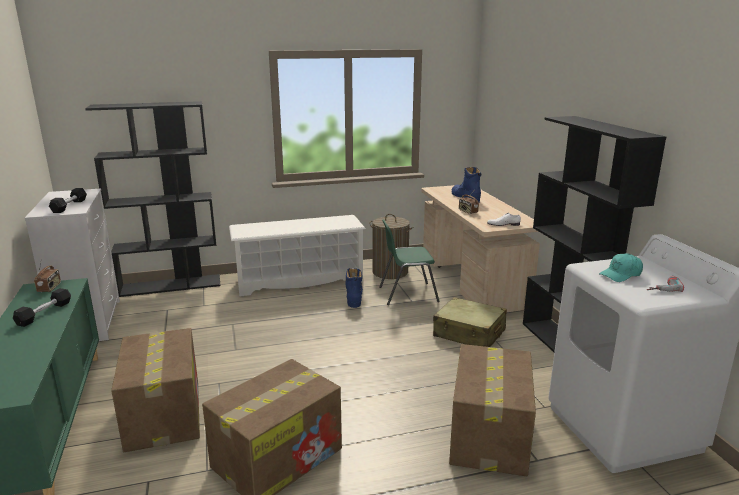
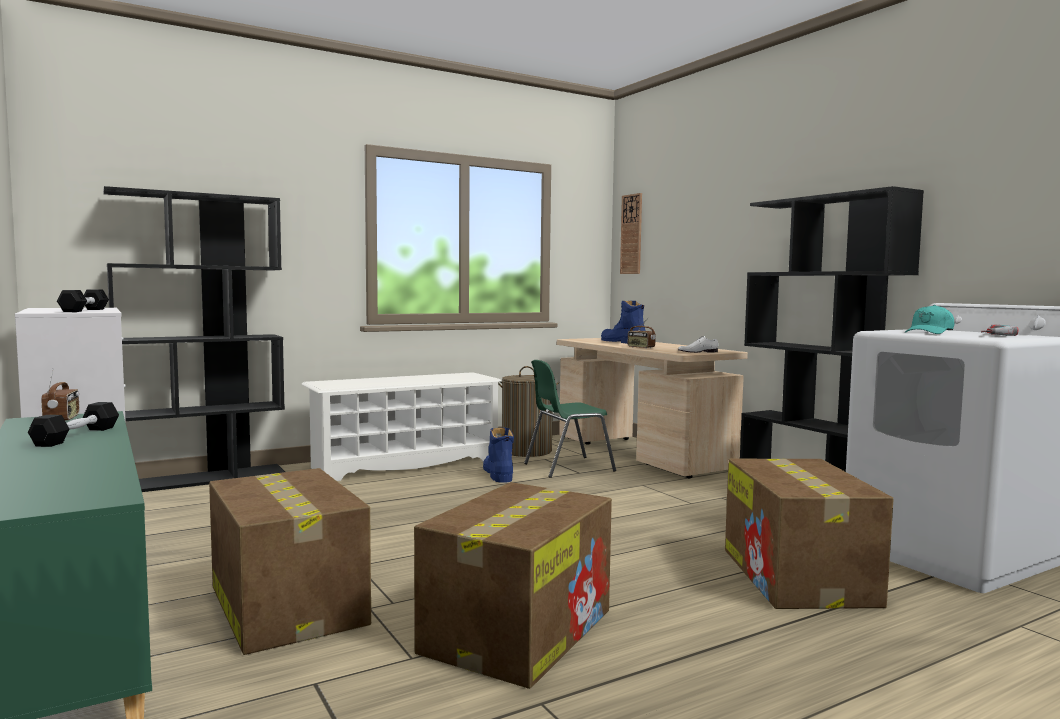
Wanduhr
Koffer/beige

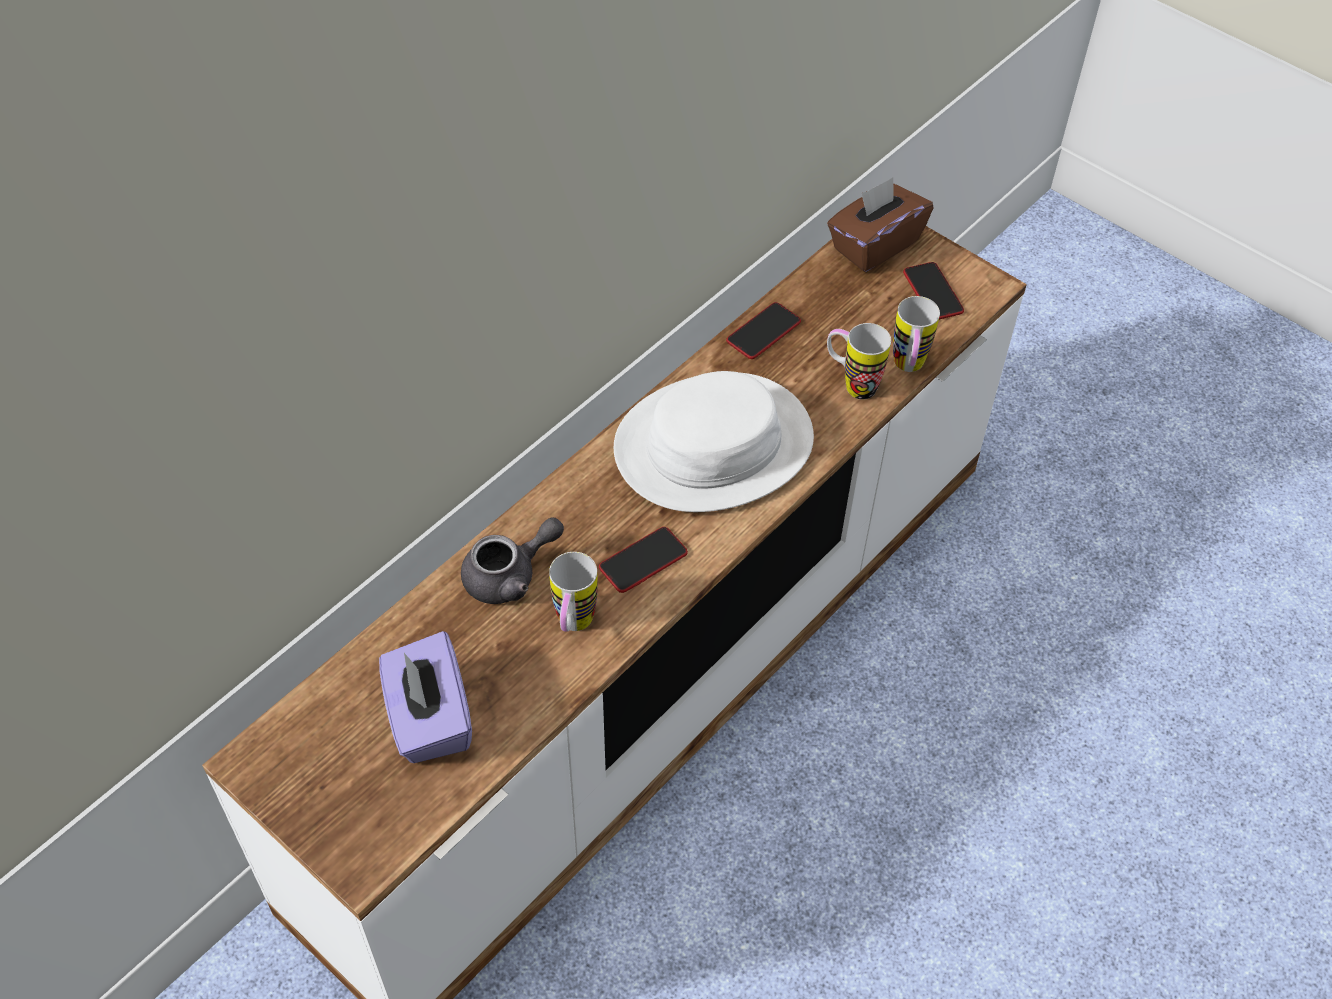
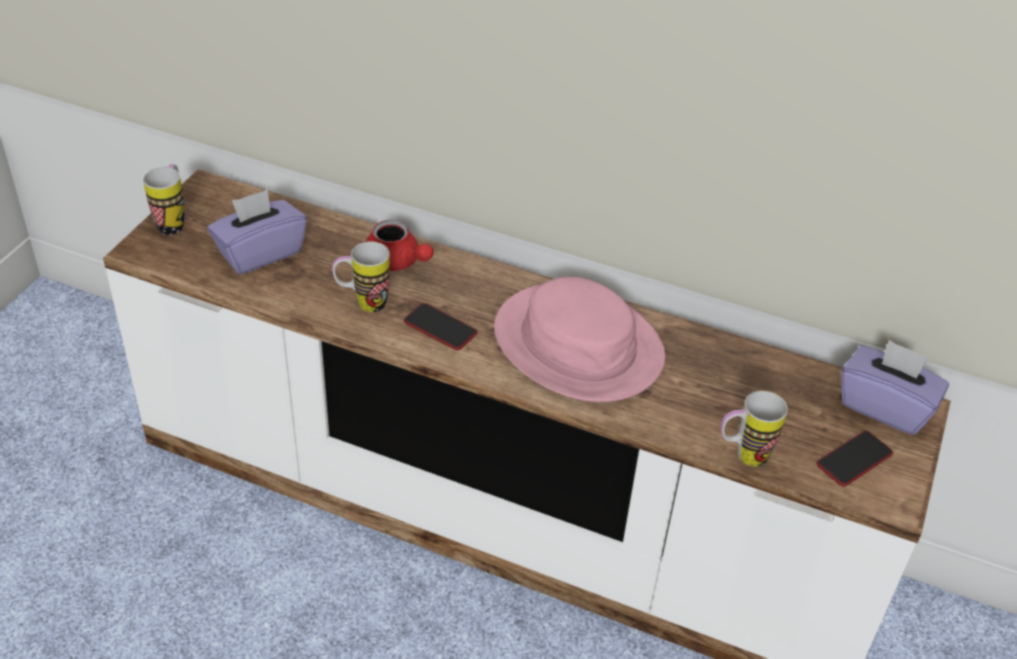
Henkelbecher (1st from left)
Teekanne/rot
Hut/rosa
Taschentuchbox/lila (2nd from left)
Handy (2nd from left in the first image)

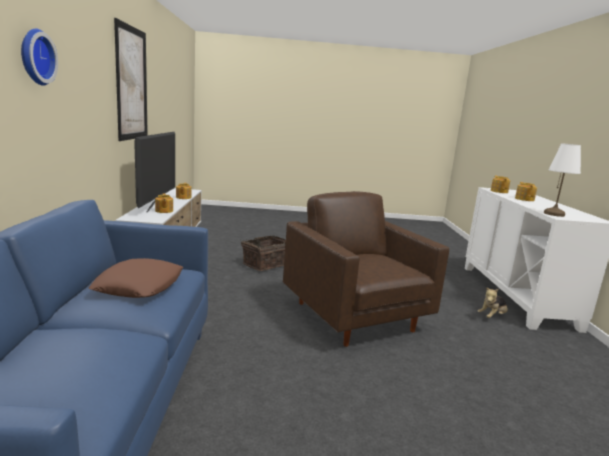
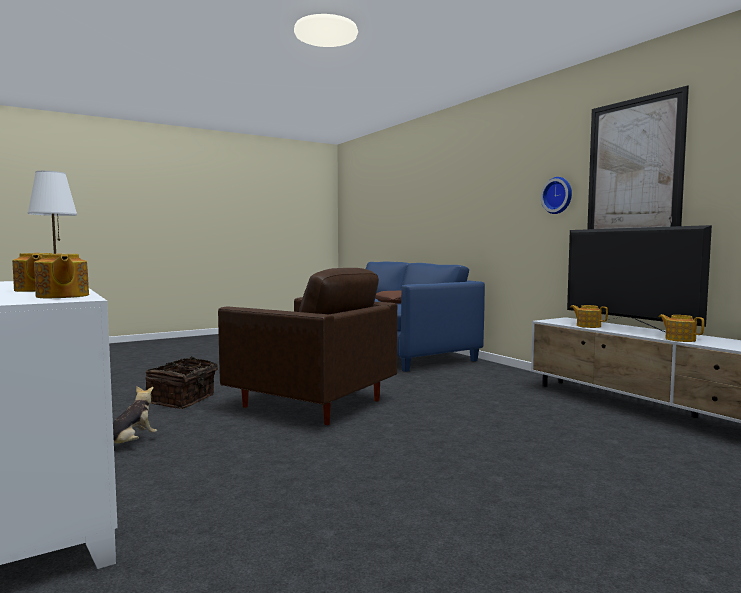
Korb
Wanduhr

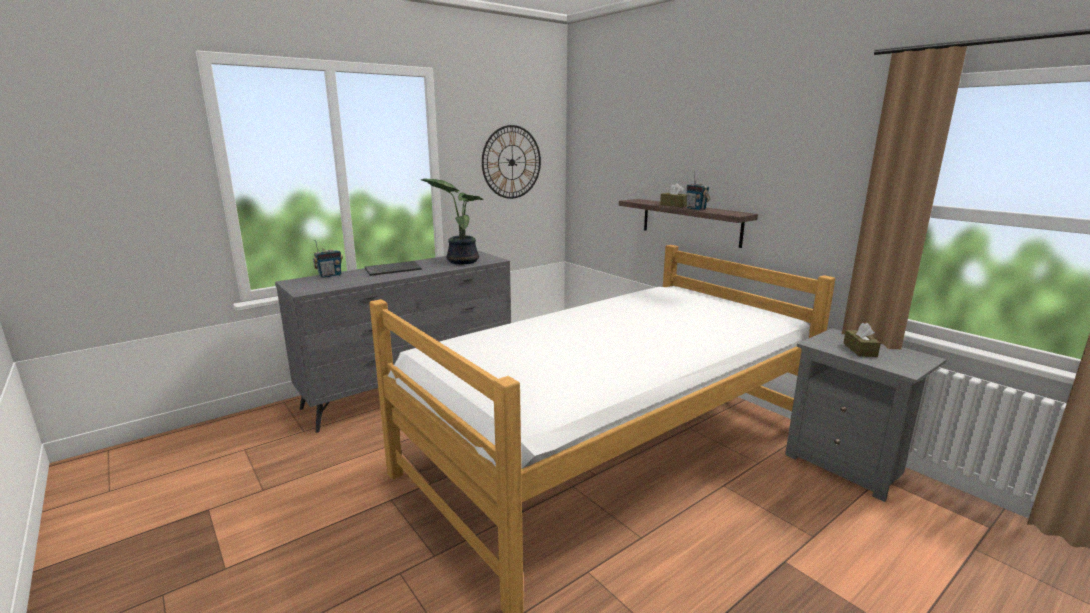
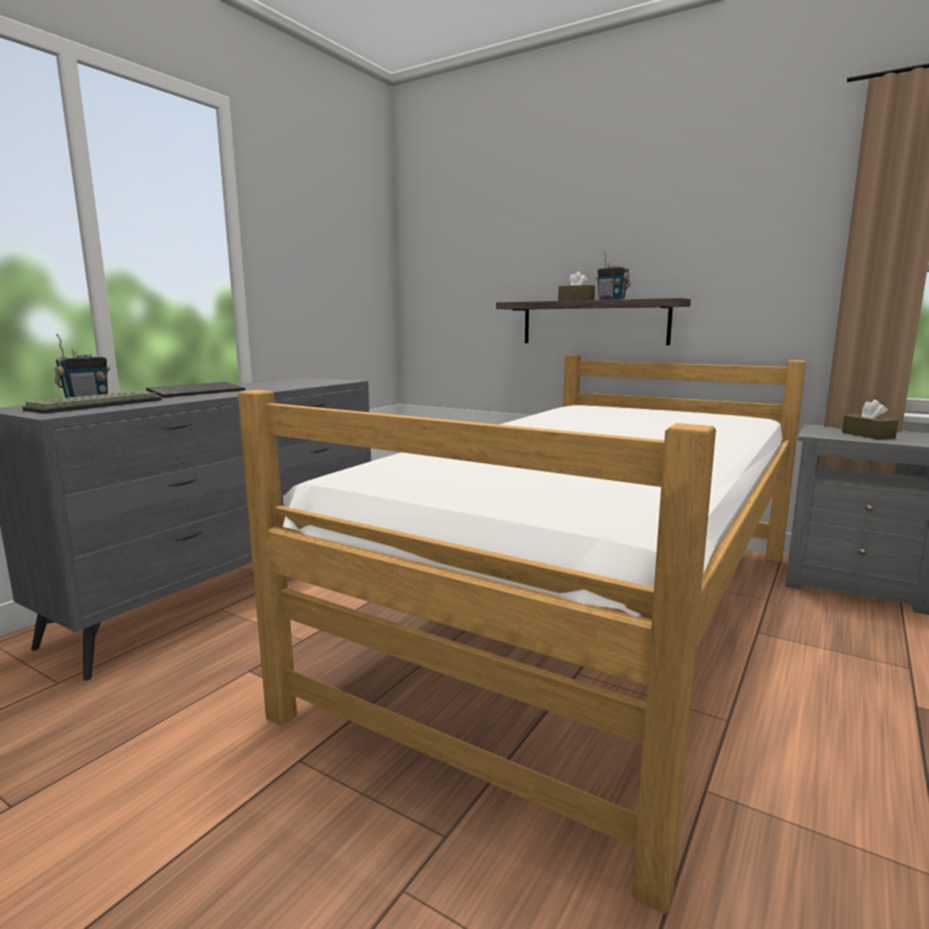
Tastatur (1st from left)
Topfpflanze
Wanduhr

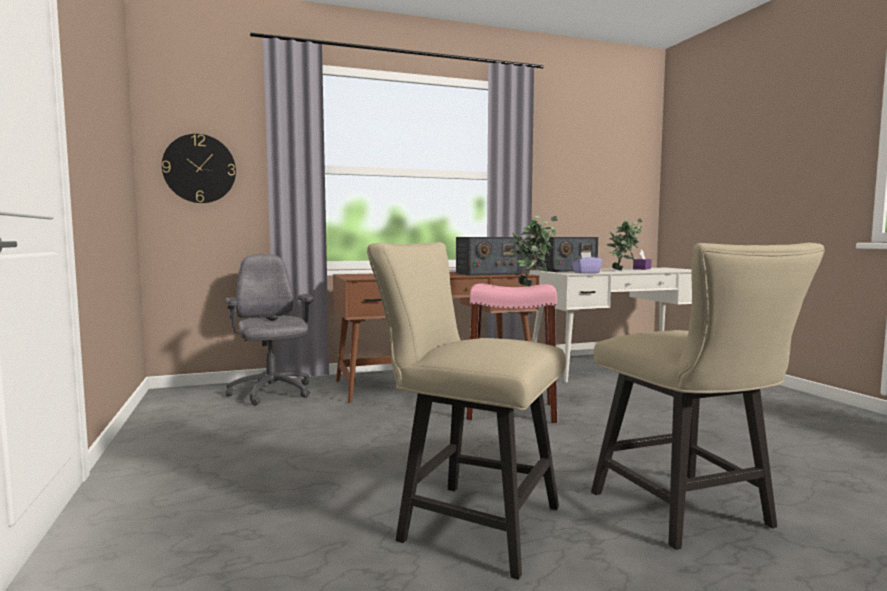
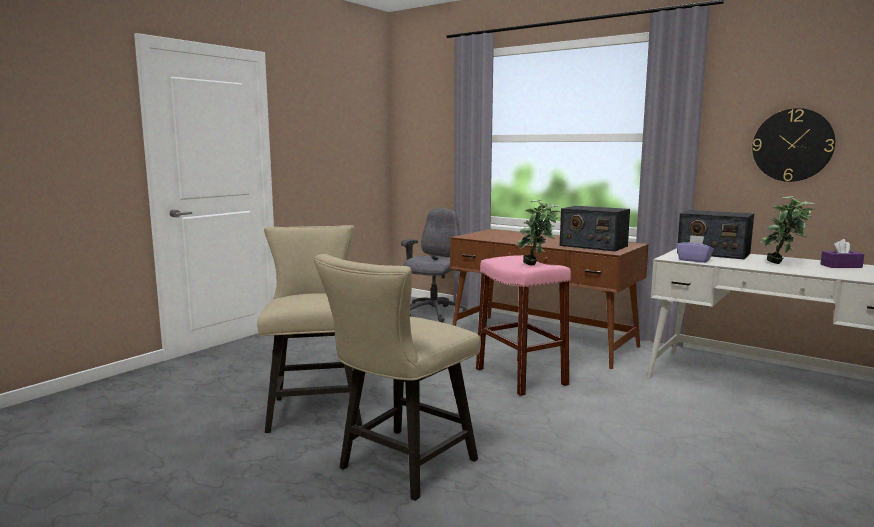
Wanduhr

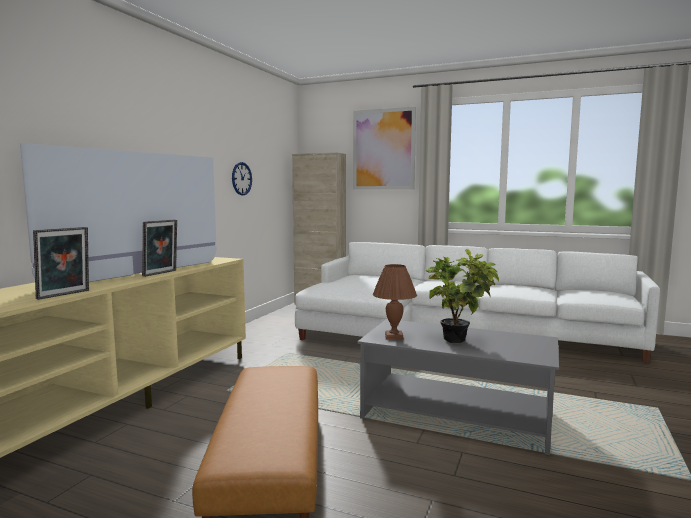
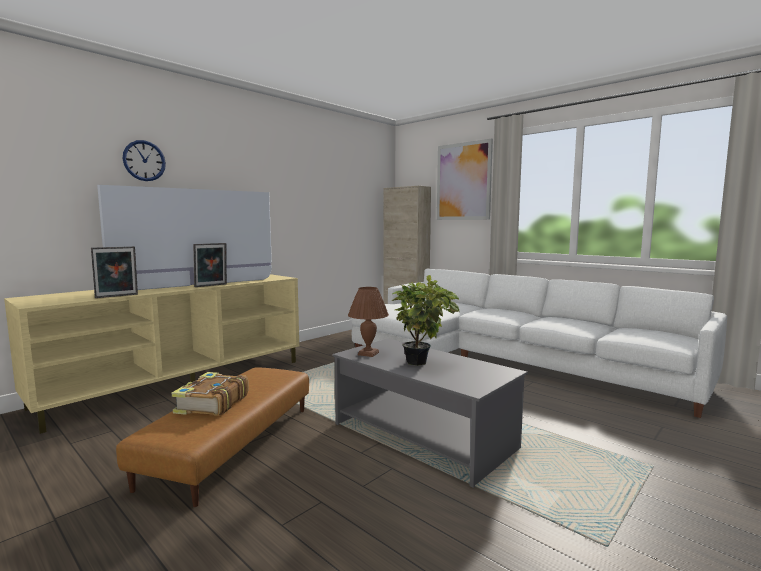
Wanduhr
Buch

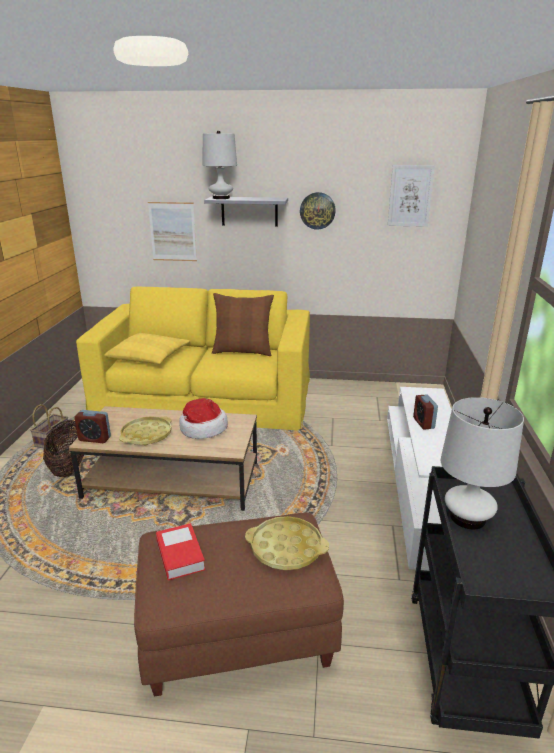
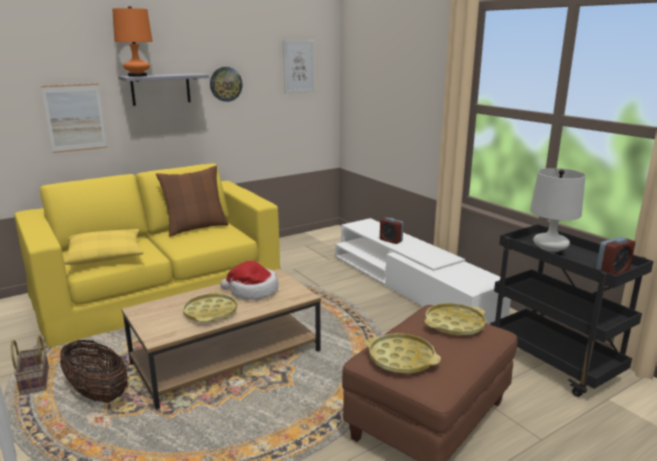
Tischlampe/orange
Tablett/gelb (2nd from left)
Wecker (2nd from left)

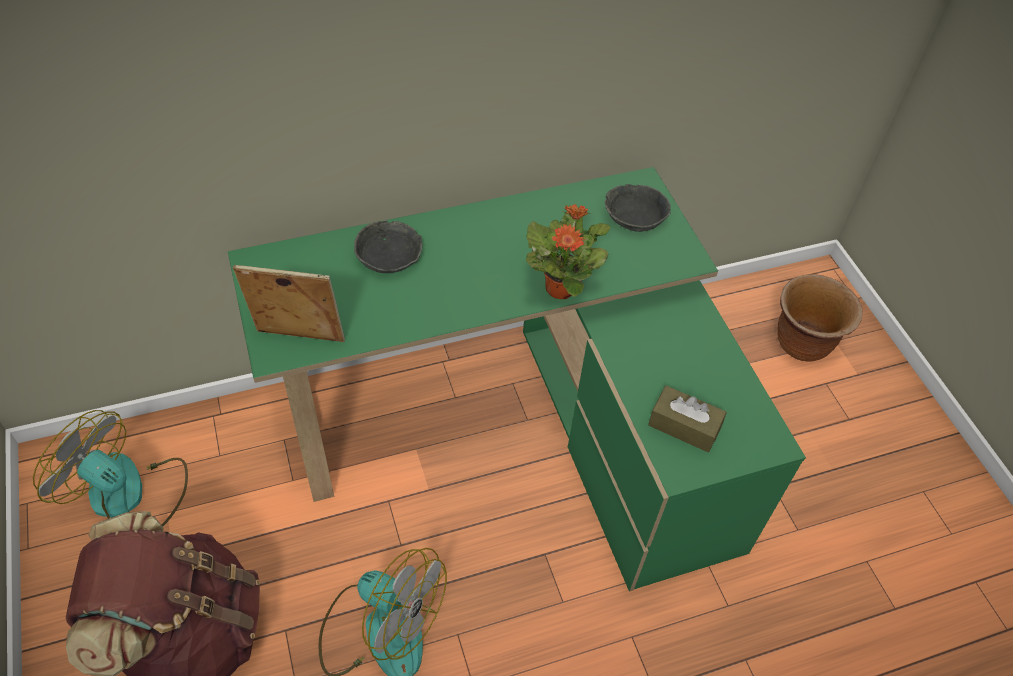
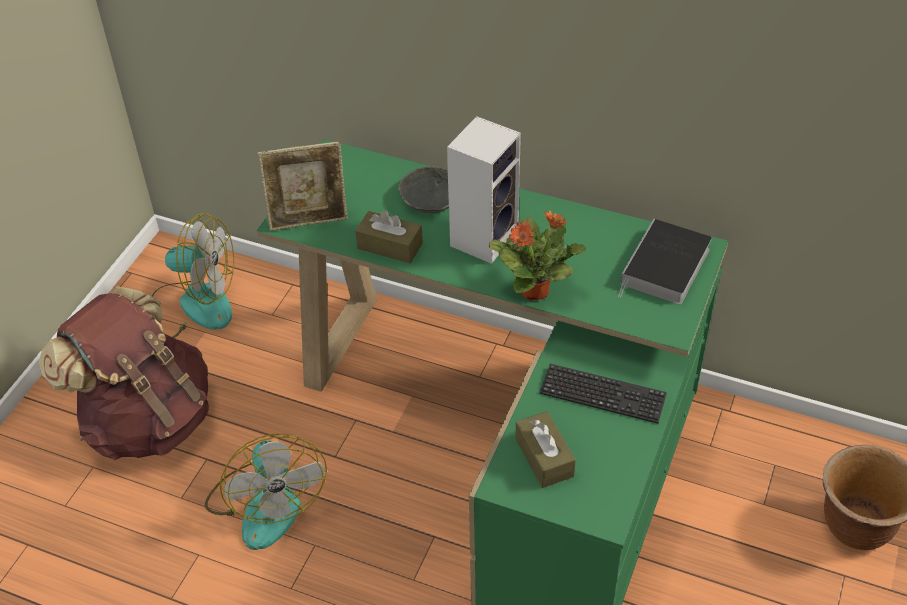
Ventilator (1st from left)
Bilderrahmen
Taschentuchbox/braun (1st from left)
Lautsprecher
Tastatur
Buch

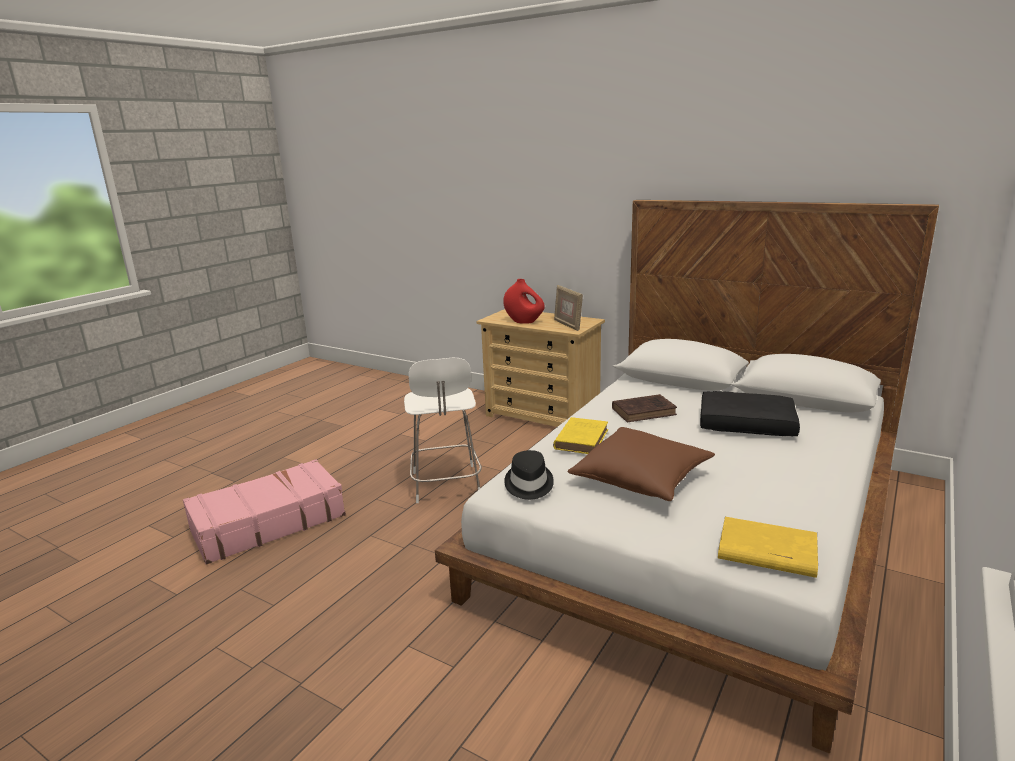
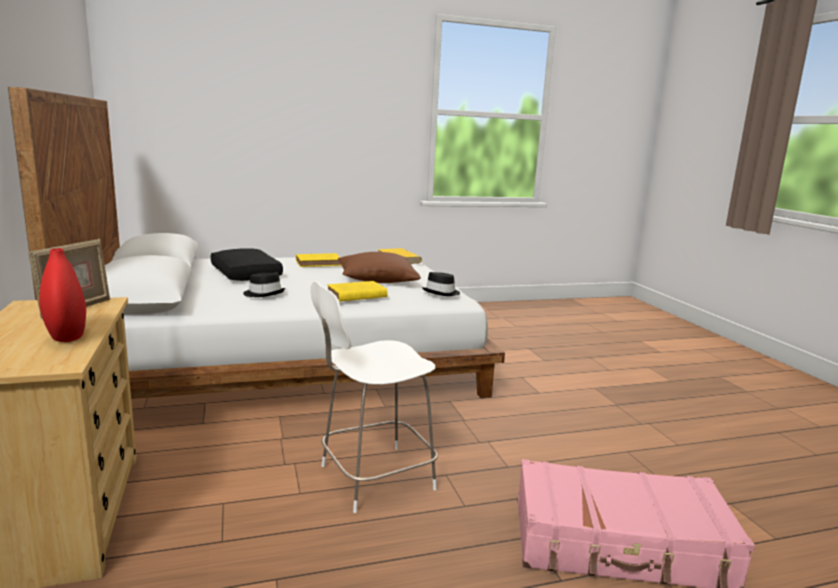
Hut/schwarz (1st from left)
Buch/gelb (1st from left)
Stuhl/weiß

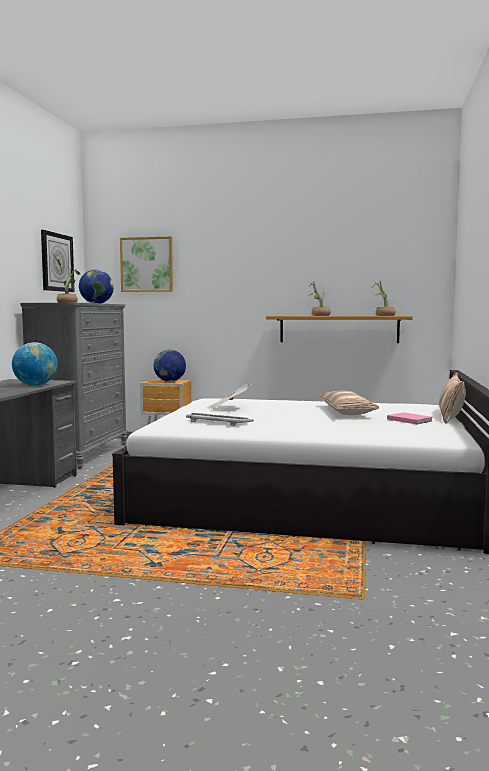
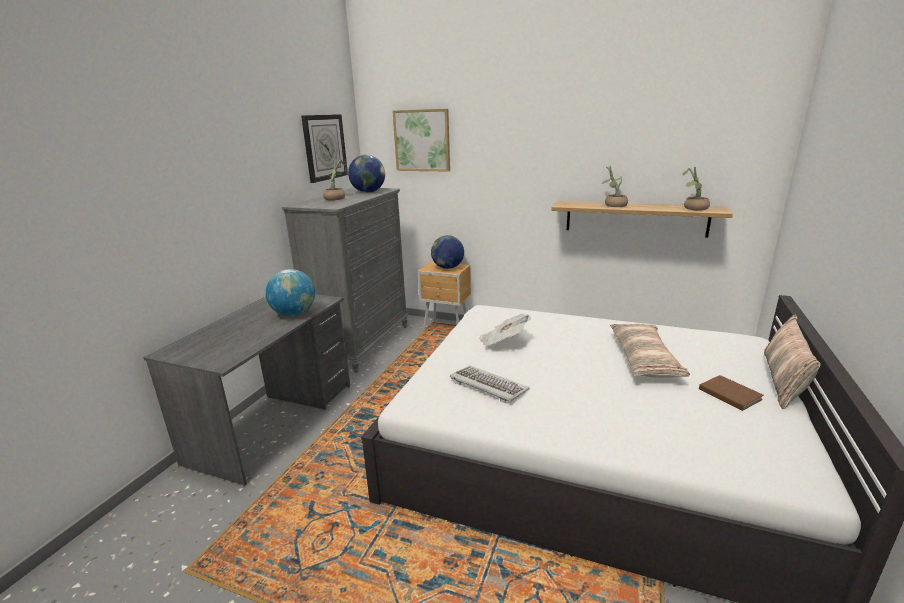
Buch/braun

